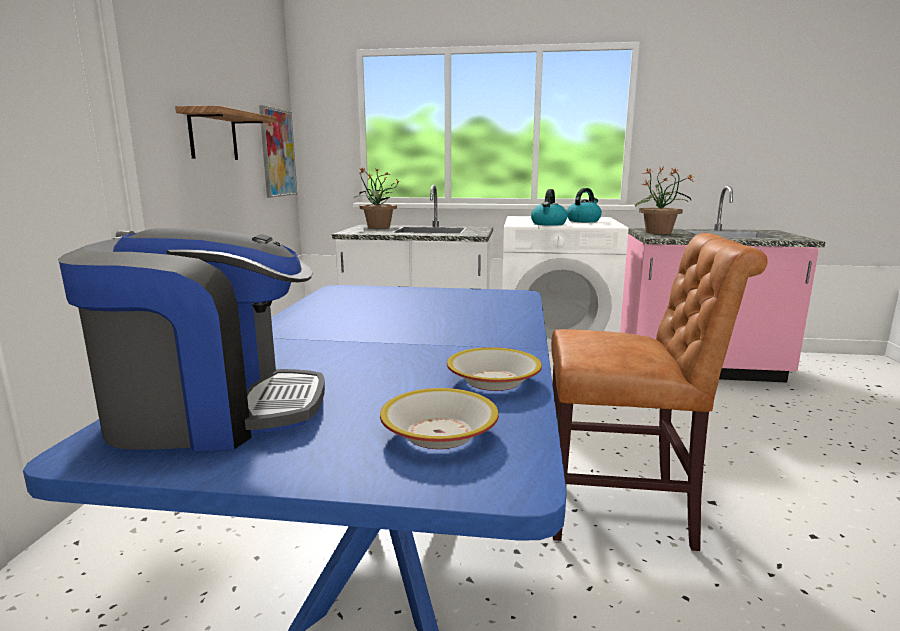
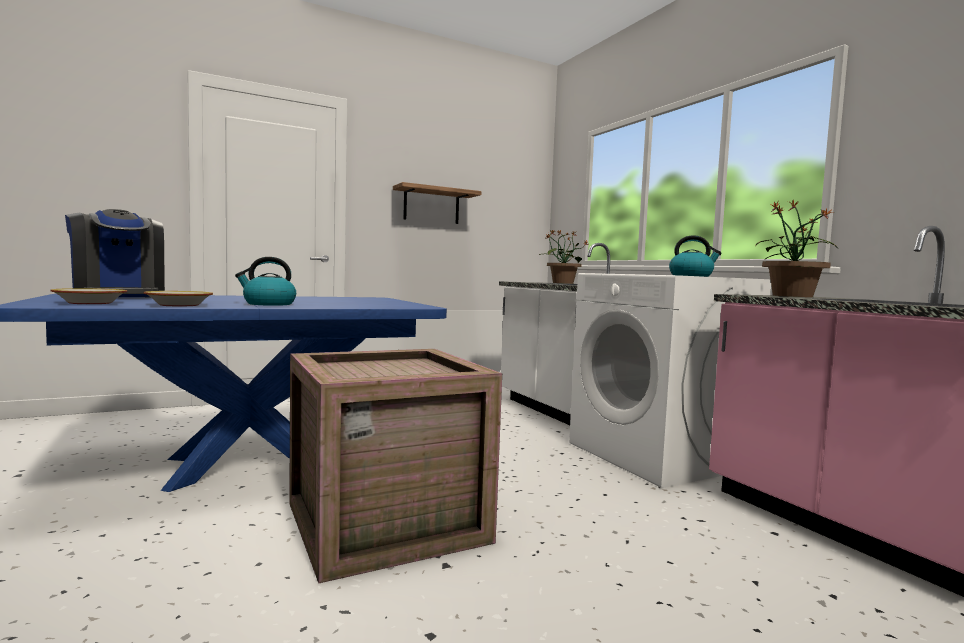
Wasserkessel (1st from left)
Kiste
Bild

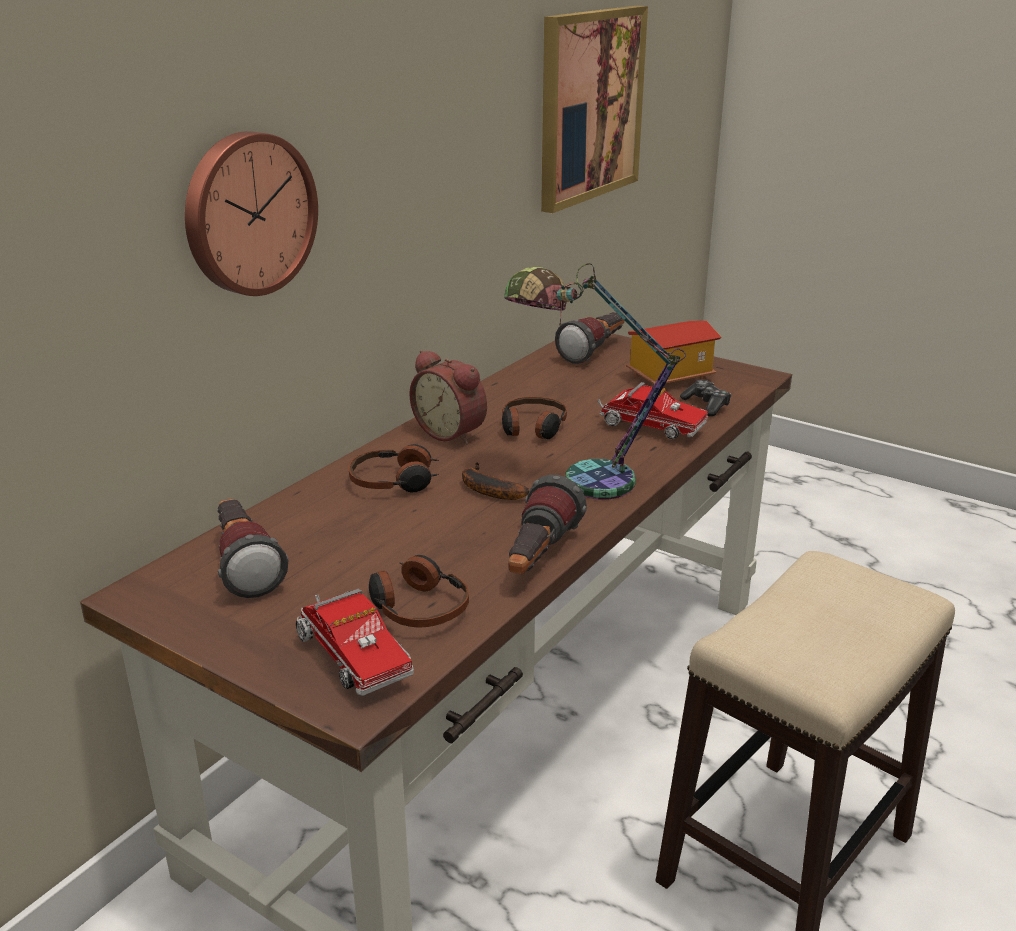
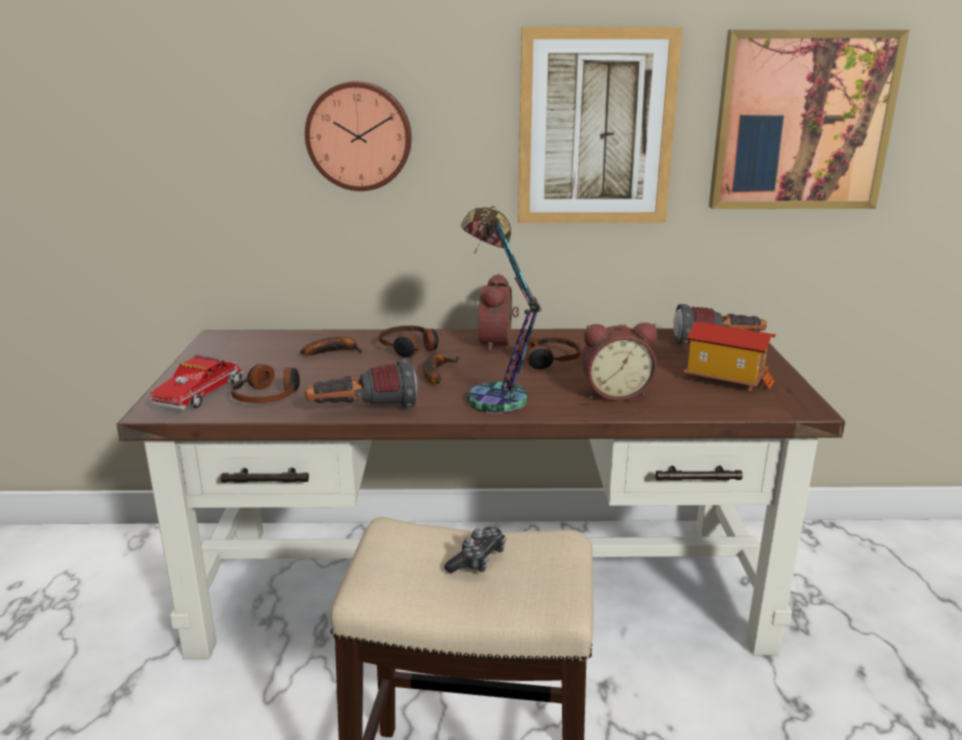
Banane (1st from left)
Gamepad
Bild (1st from left)
Wecker (2nd from left)
Taschenlampe (1st from left in the first image)

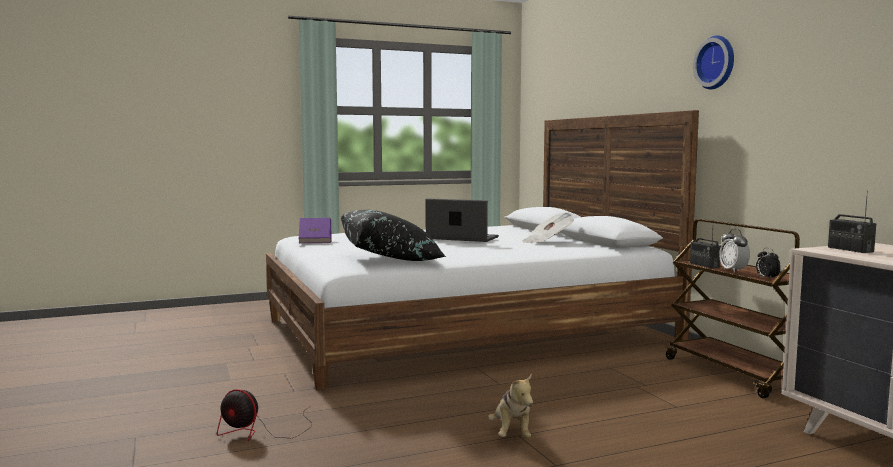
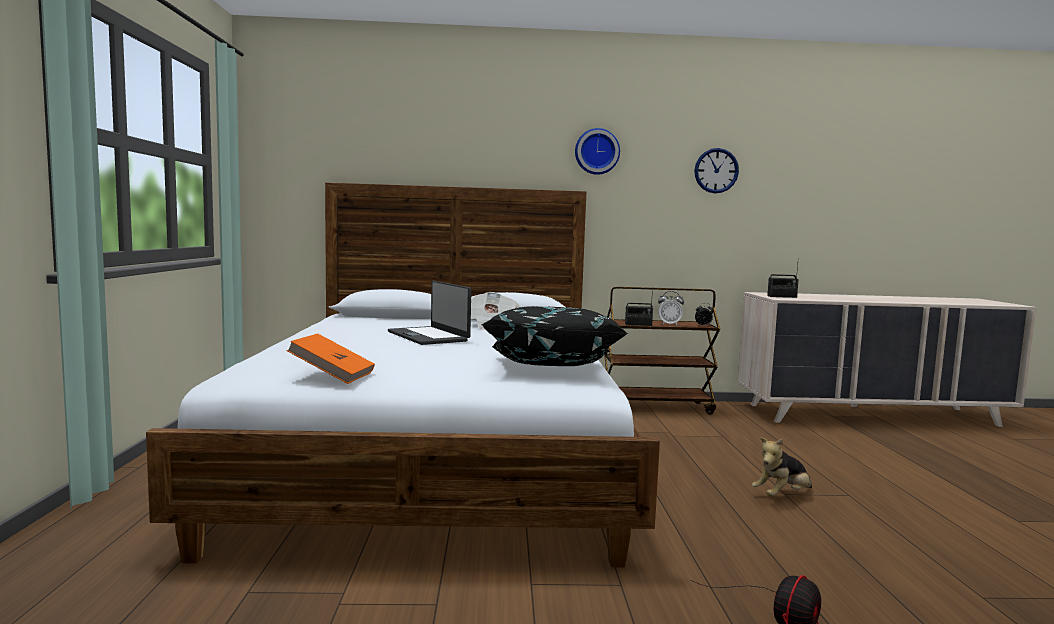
Buch/orange
Laptop
Wanduhr (2nd from left)
Plüschtier

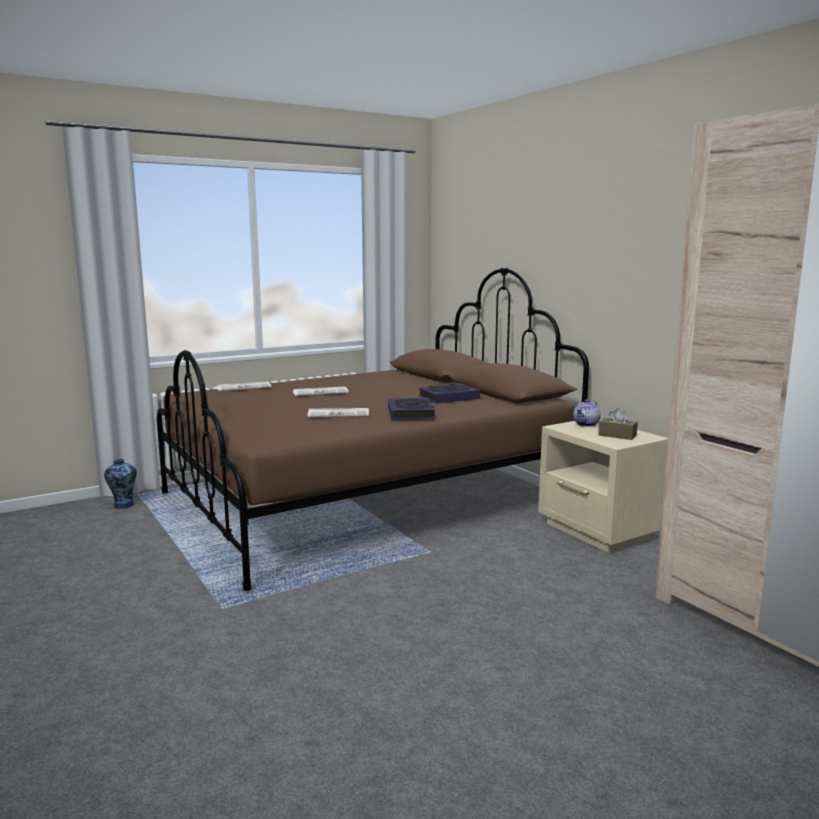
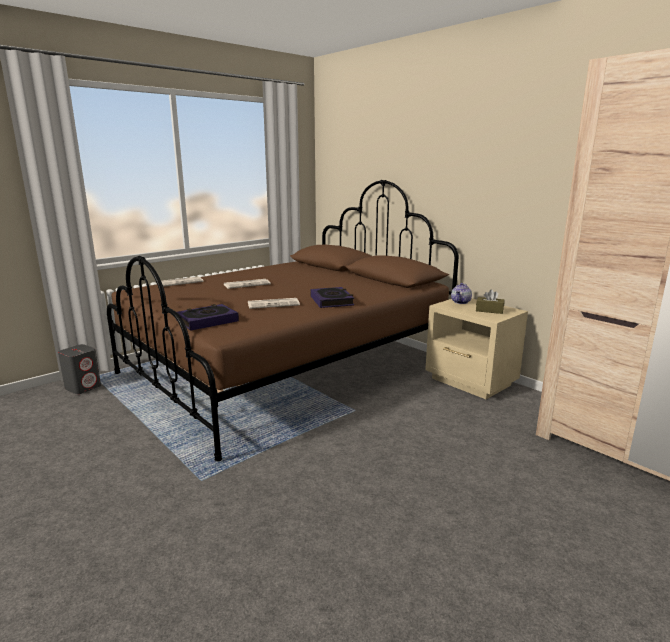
Lautsprecher/grau
Buch (1st from left)

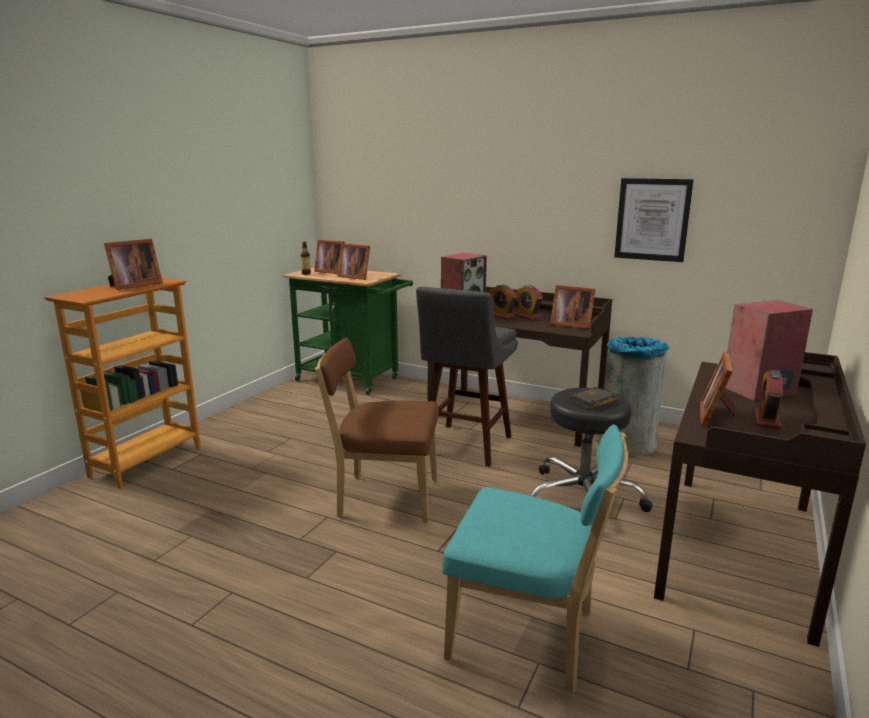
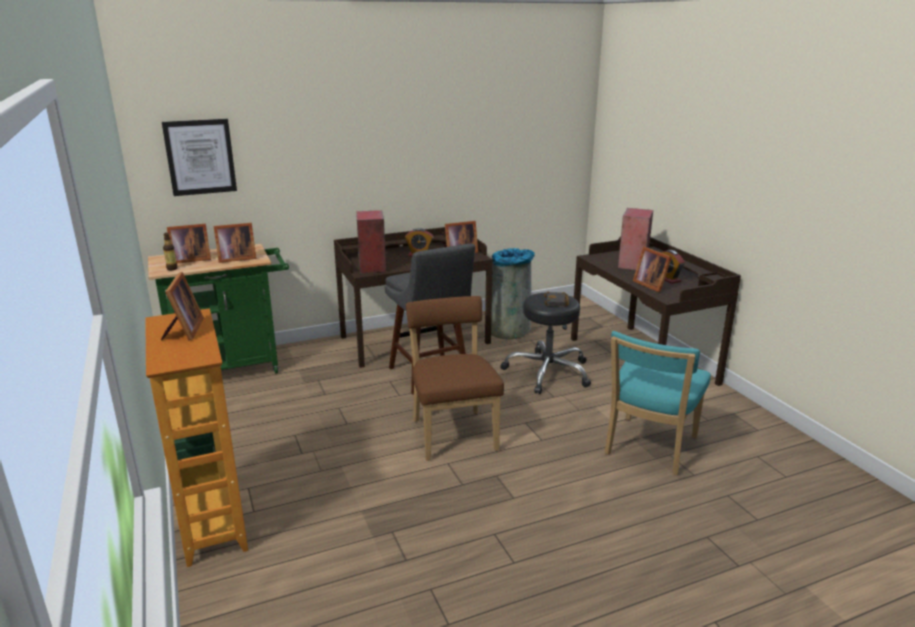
Bild
Stuhl/braun
Stuhl/türkis
Wecker (1st from left in the first image)

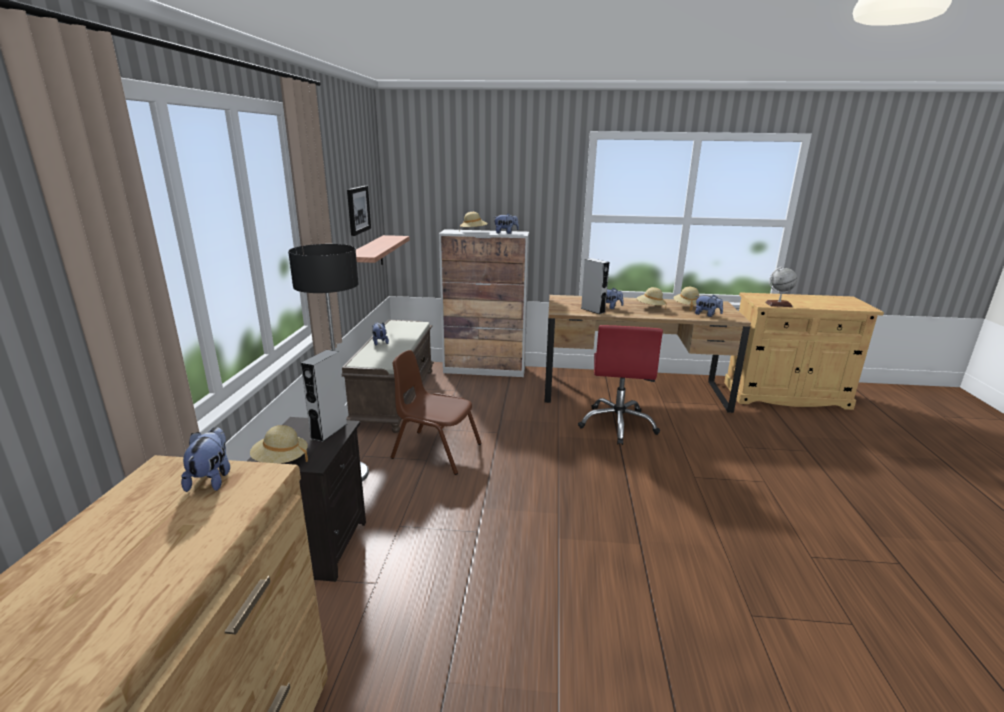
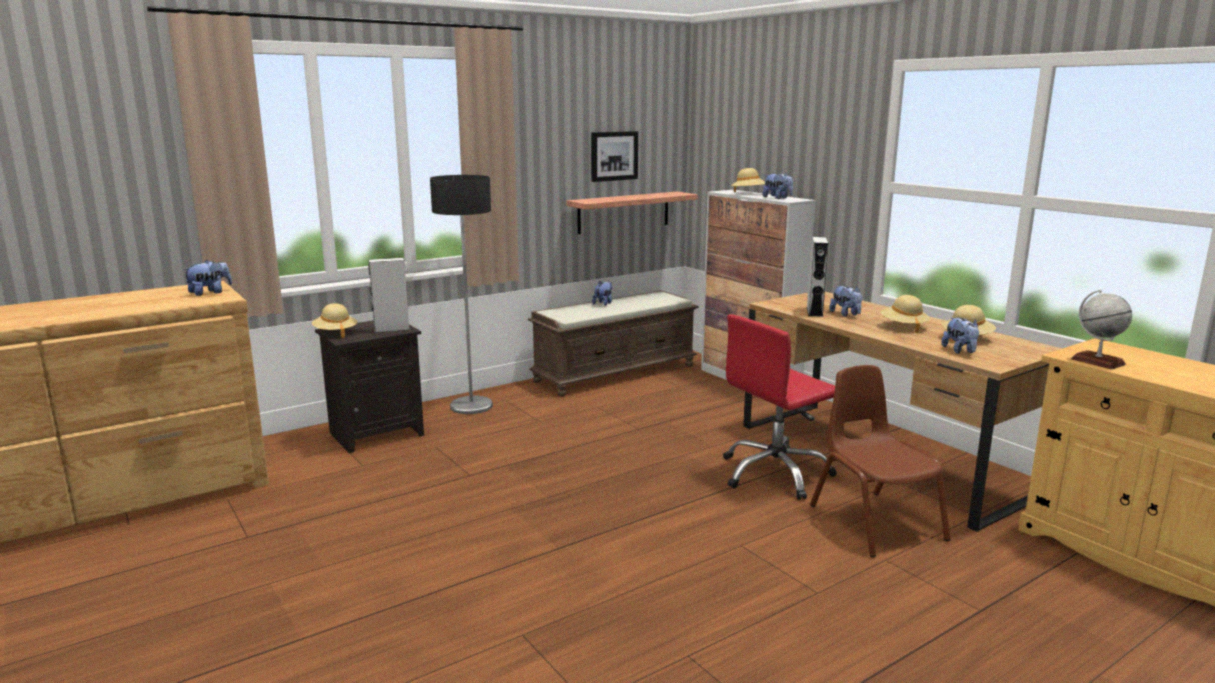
Stuhl/braun

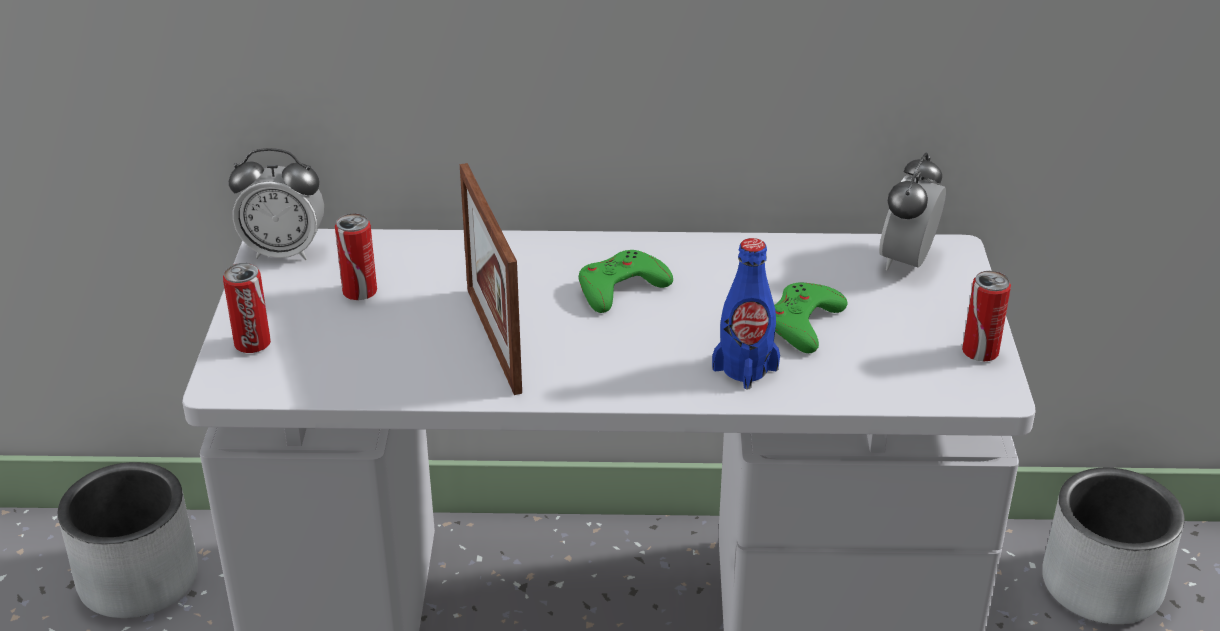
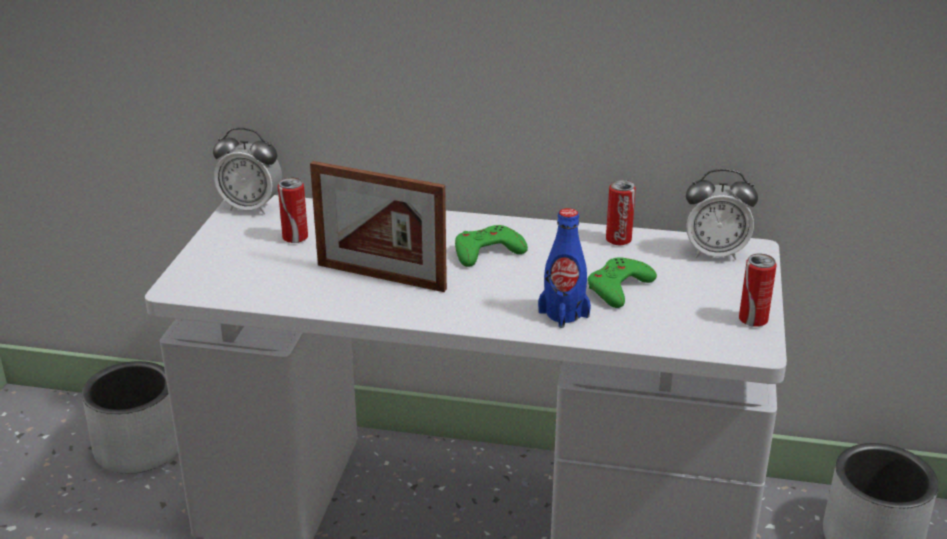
Bilderrahmen
Dose (2nd from left)
Wecker (2nd from left)

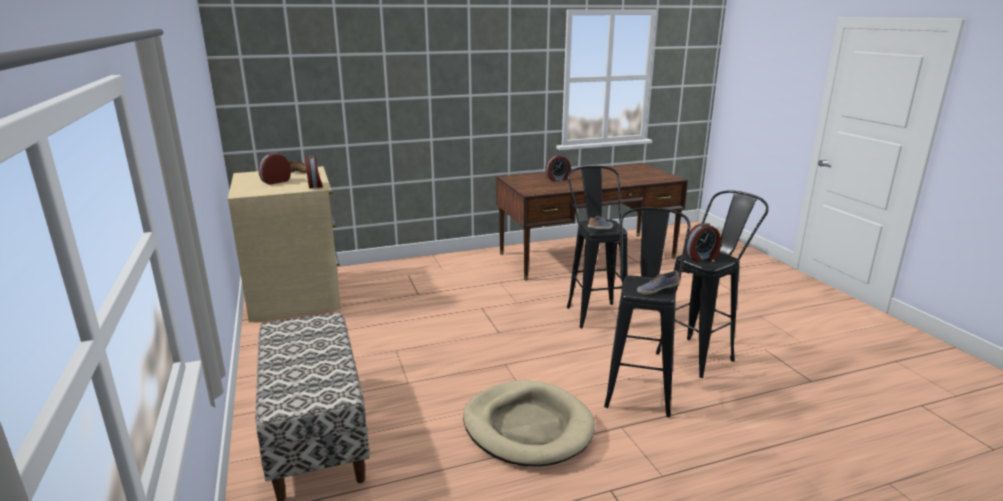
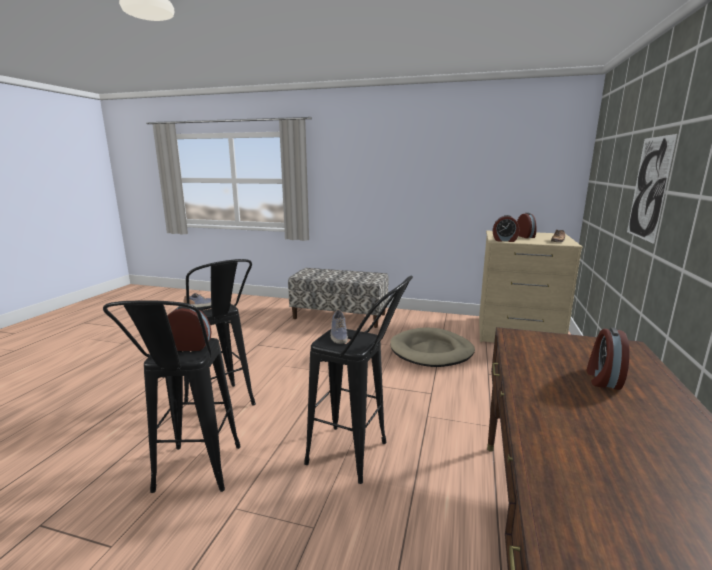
Wecker (1st from left)
Hundebett/beige
Bild

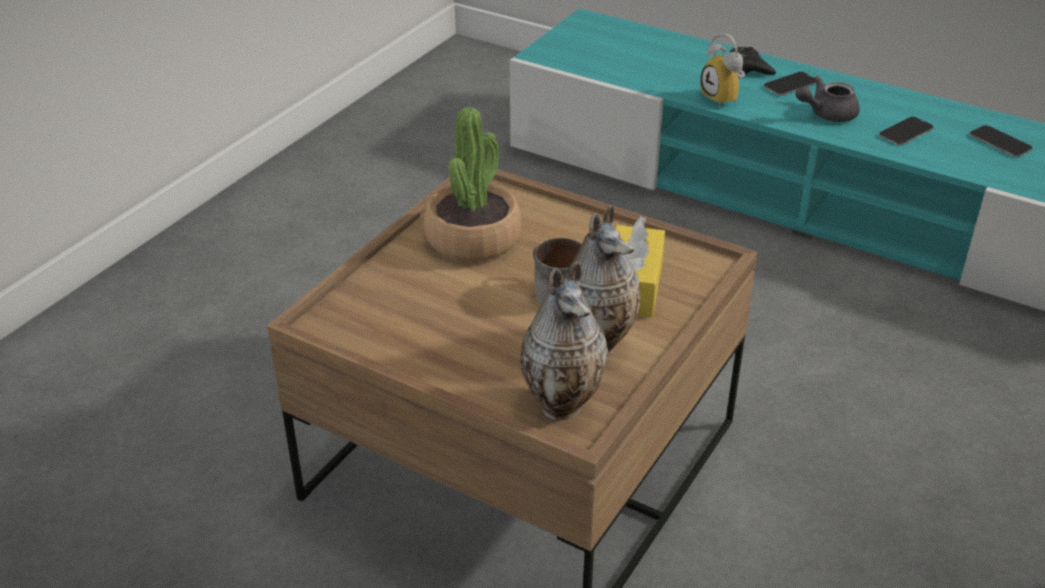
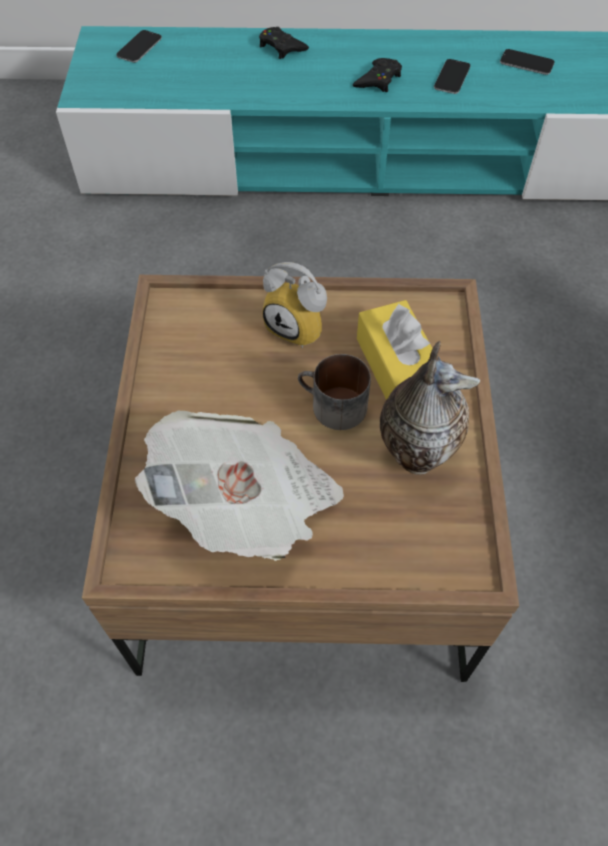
Handy (1st from left)
Zeitung
Wecker
Gamepad/schwarz (2nd from left)
Topfpflanze
Vase (1st from left in the first image)

